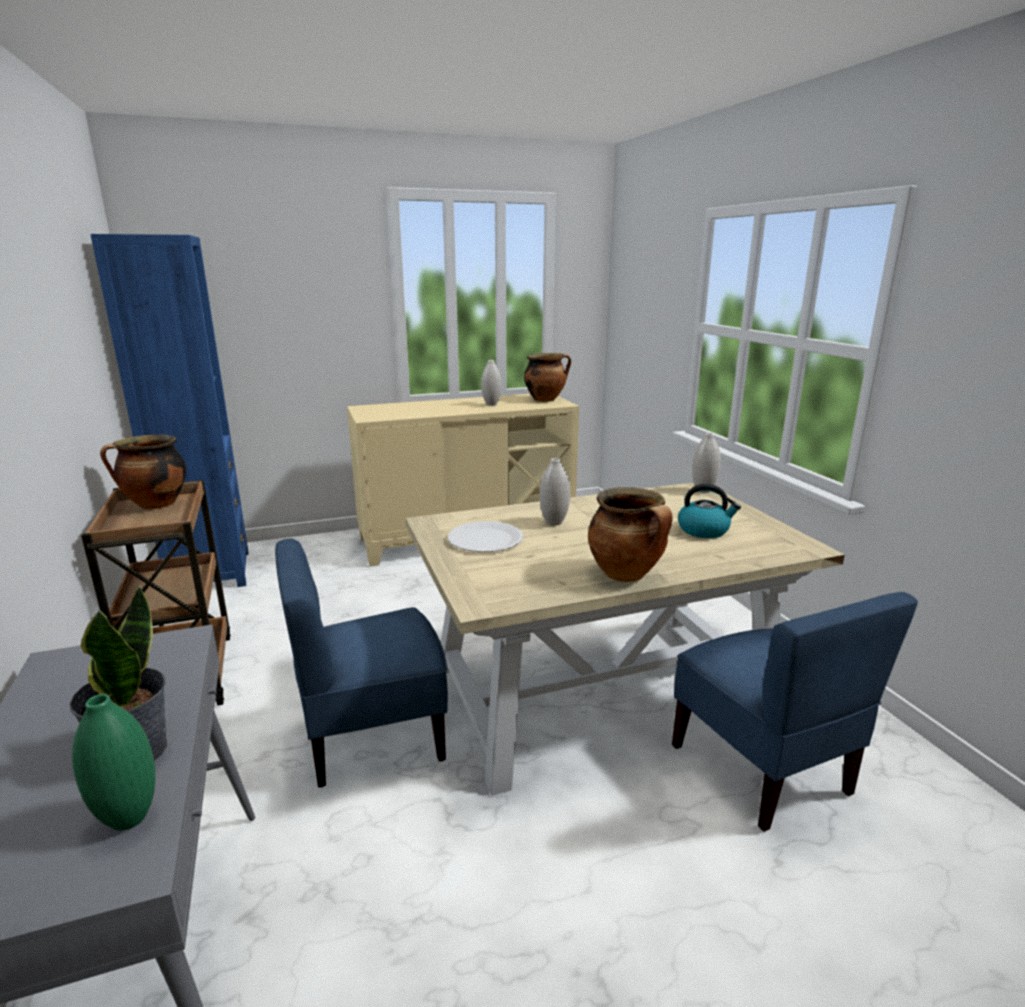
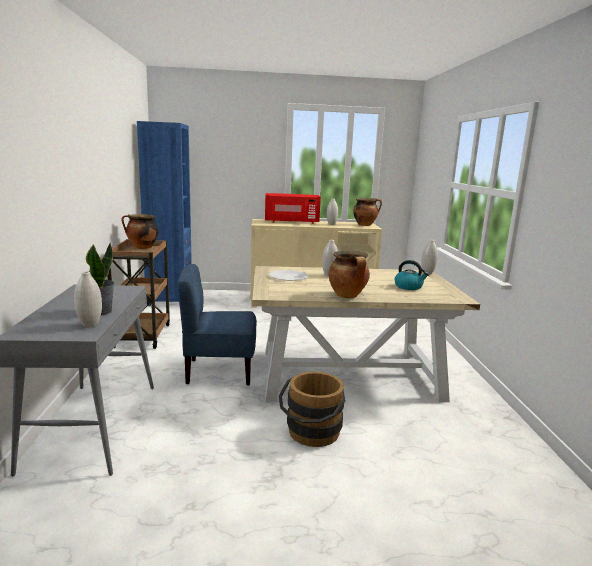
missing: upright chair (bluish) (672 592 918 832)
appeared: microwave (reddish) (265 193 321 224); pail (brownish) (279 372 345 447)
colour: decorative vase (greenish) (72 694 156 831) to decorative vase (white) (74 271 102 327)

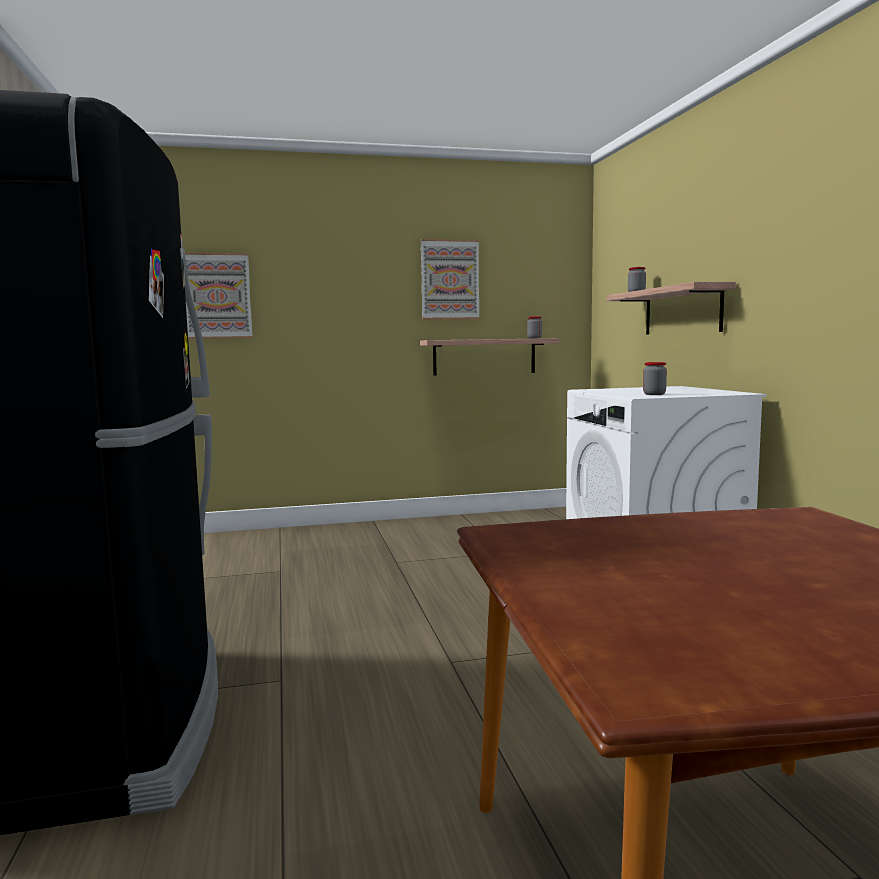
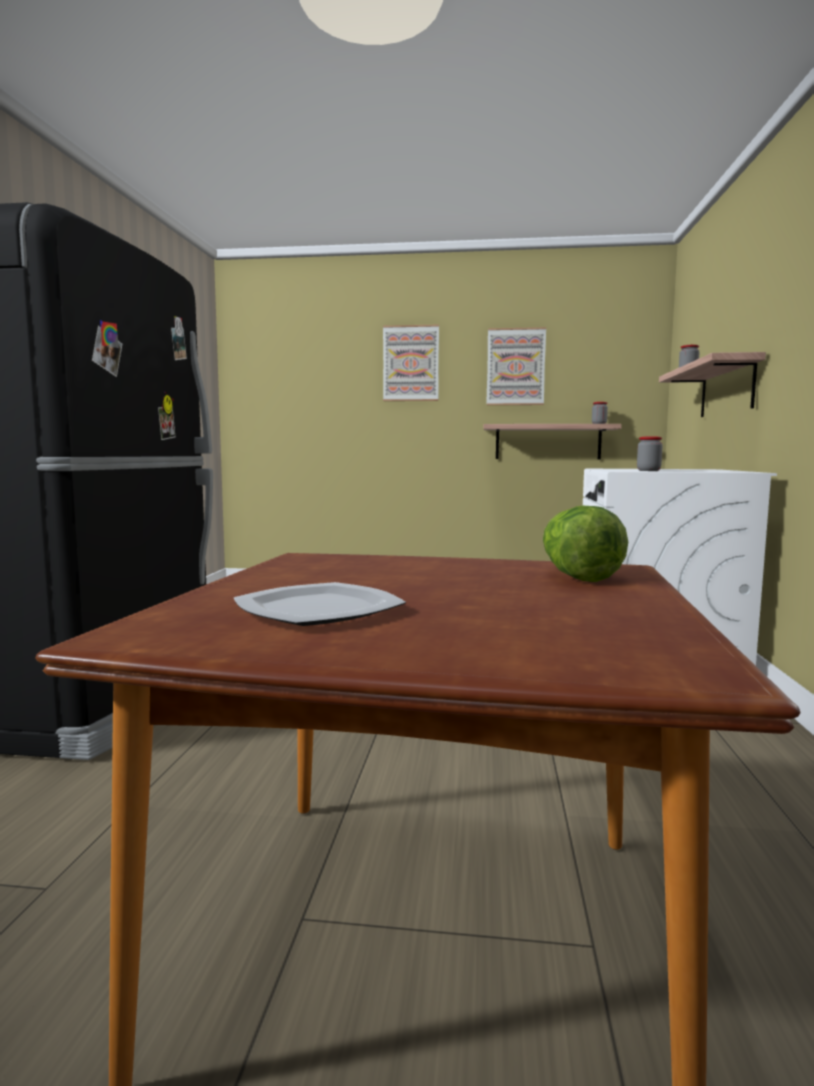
appeared: dinner plate (234 582 406 626); lettuce (543 506 628 582)
relocated: wall picture (185 253 253 339) to (383 325 439 401)

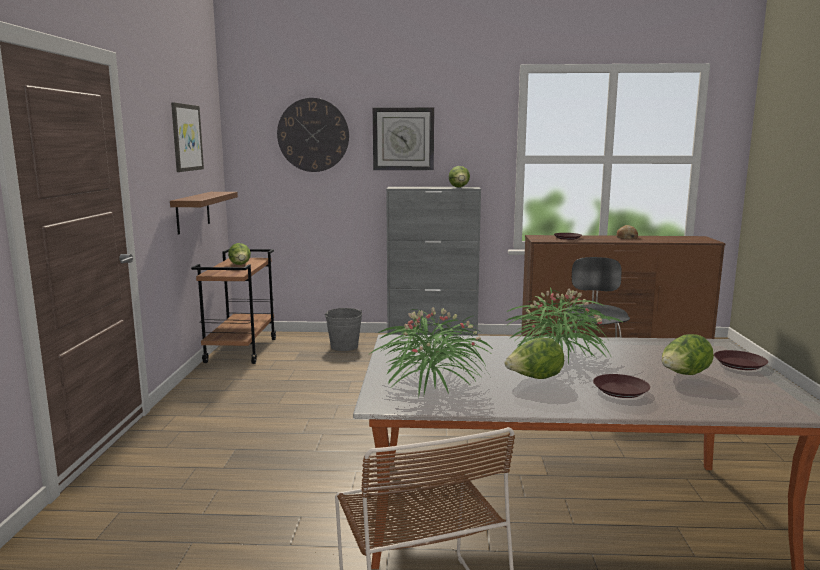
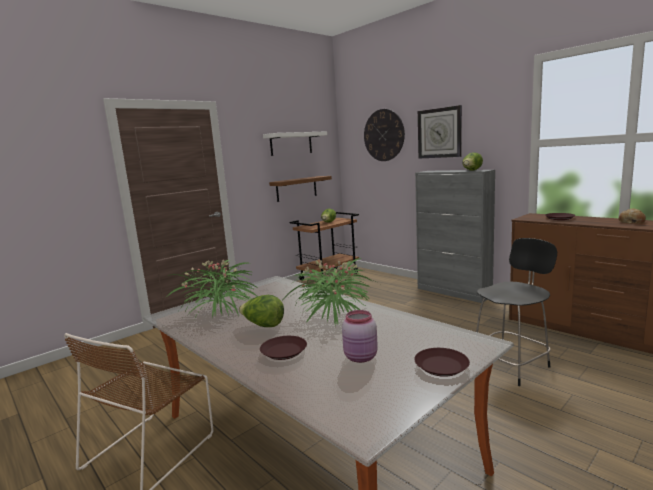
missing: pail (grey) (325 308 362 351)
exchanged: wall picture (171 102 204 172) to wall shelf (white) (263 131 327 156); lettuce (662 334 714 375) to jar (pink-coloured) (342 310 378 363)

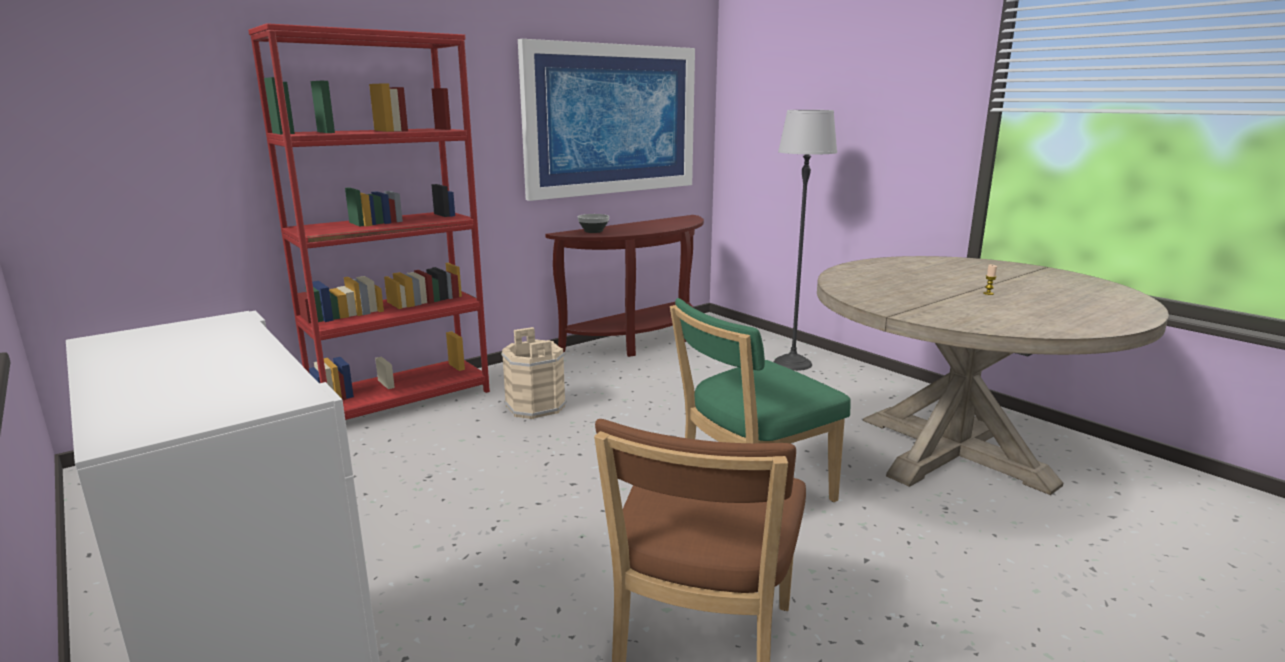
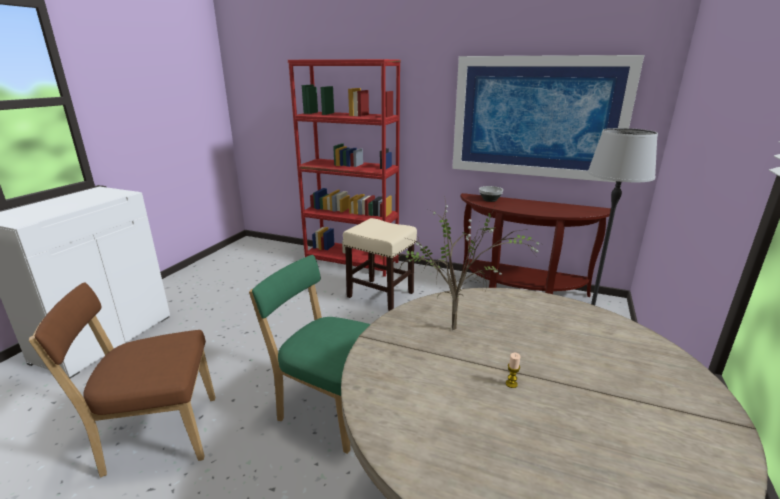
appeared: plant in a pot (393 196 541 330)
exchanged: pail (sand-coloured) (501 327 567 419) to sitting stool (sand-coloured) (343 218 417 311)

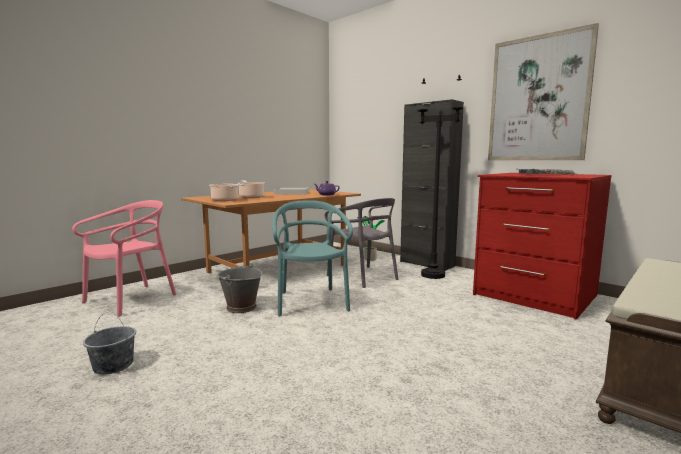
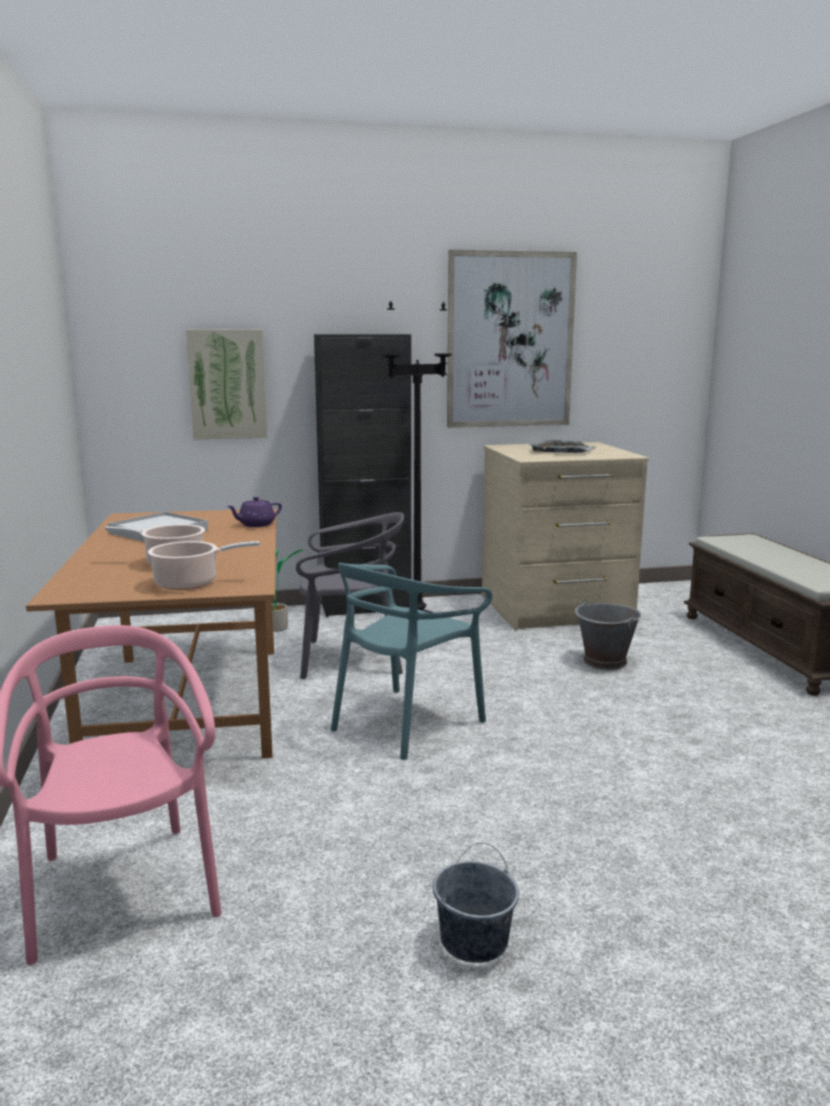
appeared: wall picture (186 330 268 440)
relocated: pail (grey) (217 263 262 313) to (575 599 641 670)
colour: chest of drawers (reddish) (473 173 612 319) to chest of drawers (sand-coloured) (482 442 650 631)
spun: upright chair (turquoise) (272 200 353 317) = (331 563 492 760) 75 degrees counterclockwise

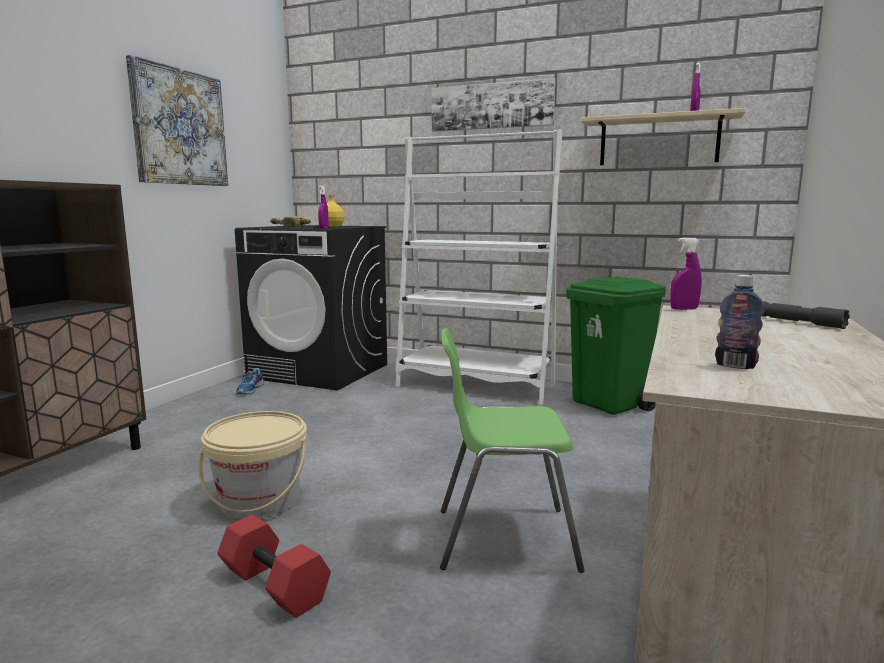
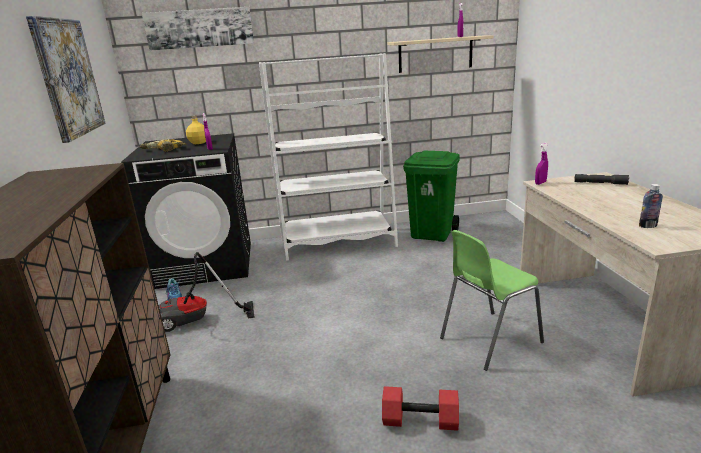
missing: pail (sand-coloured) (198 411 307 519)
appeared: vacuum (159 252 255 332)
relocated: wall picture (432 78 555 132) to (142 7 254 51)

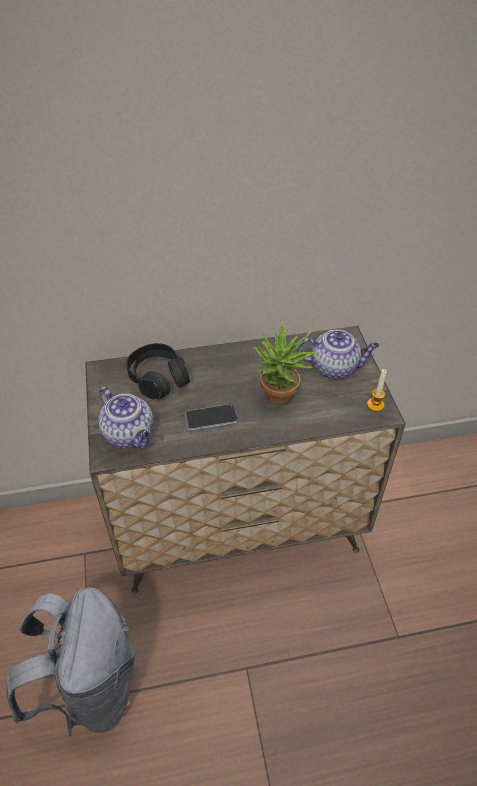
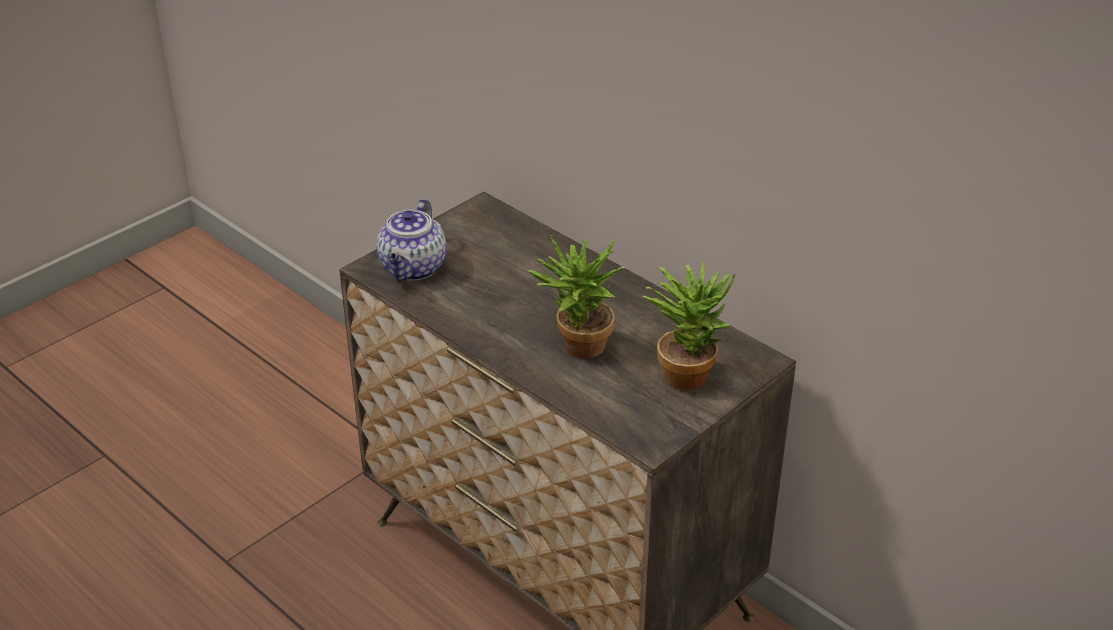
missing: rucksack (grey) (6 587 135 737); pair of headphones (blackish) (126 343 190 400); phone (185 404 238 431); wax light (367 369 387 412)
exchanged: tea pot (296 329 379 379) to plant in a pot (643 259 736 391)

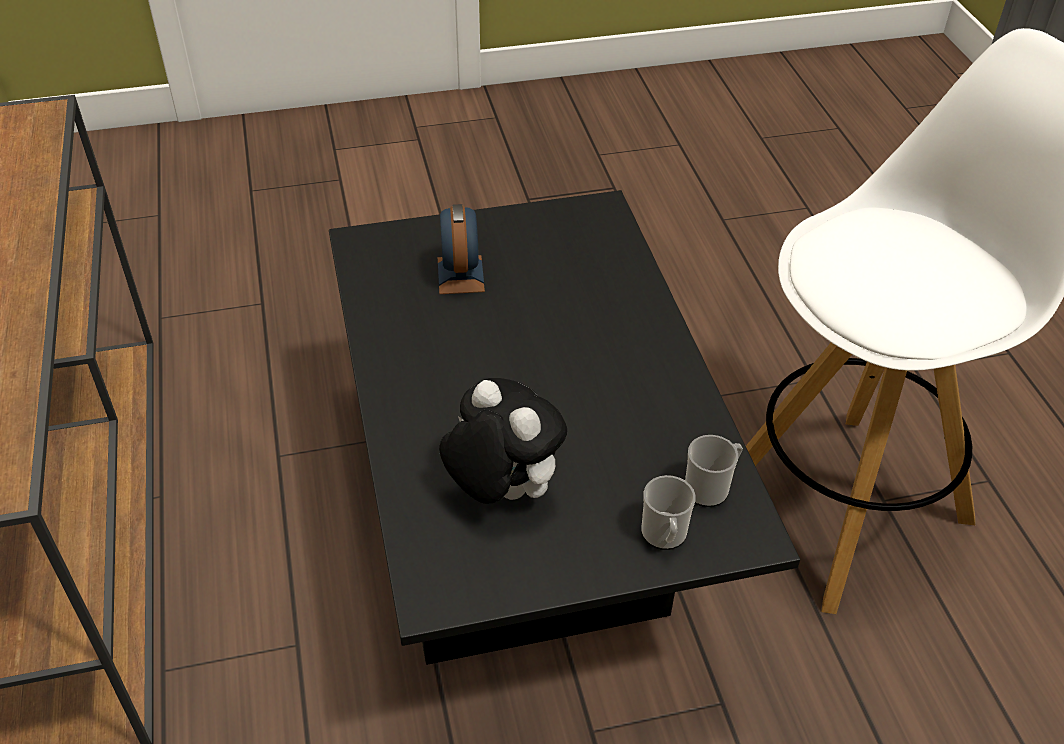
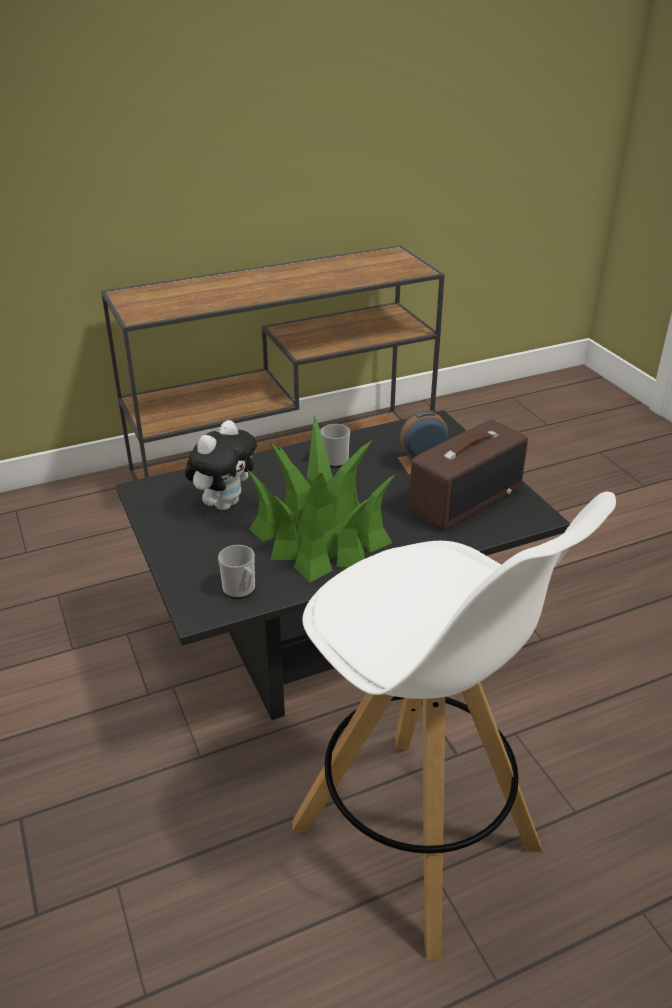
appeared: plant in a pot (246 415 394 582); radio receiver (409 420 528 530)
relocated: coffee mug (641 475 696 550) to (320 424 350 467)

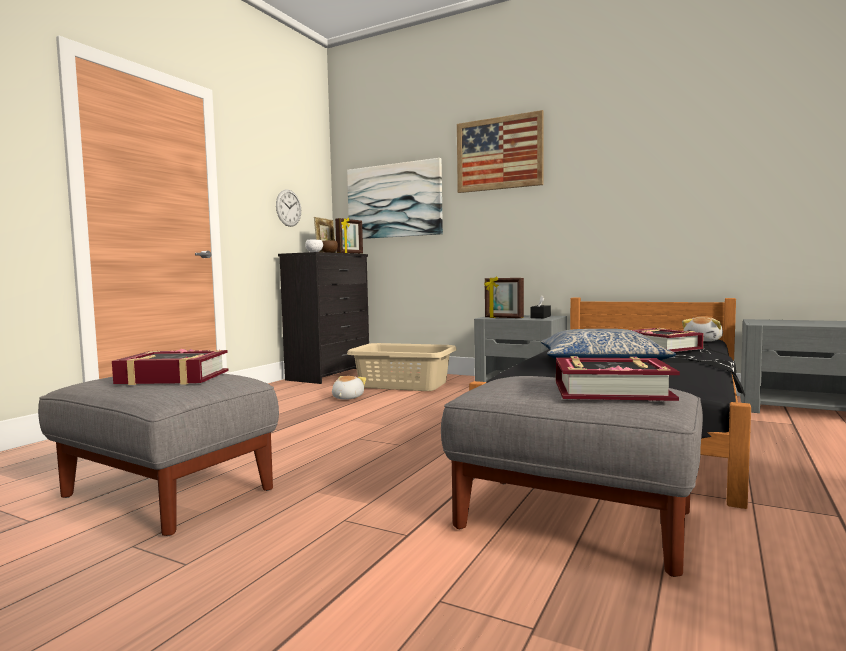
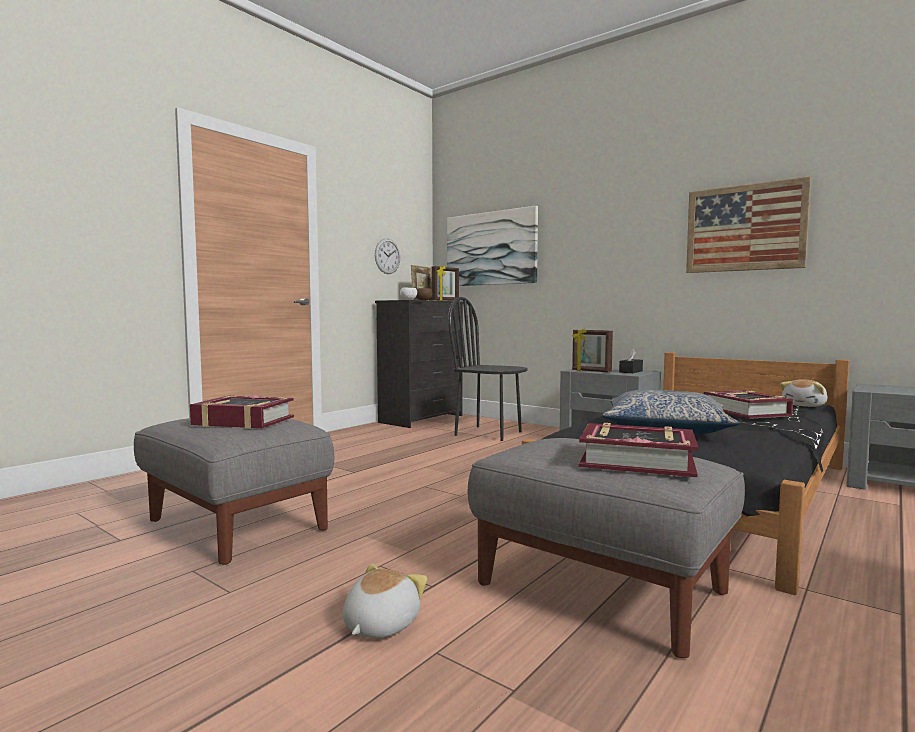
relocated: cuddly toy (332 376 366 400) to (343 564 427 638); wall picture (457 110 544 193) to (686 176 811 273)
exchanged: washing basket (sand-coloured) (347 343 457 391) to upright chair (blackish) (448 297 528 441)

